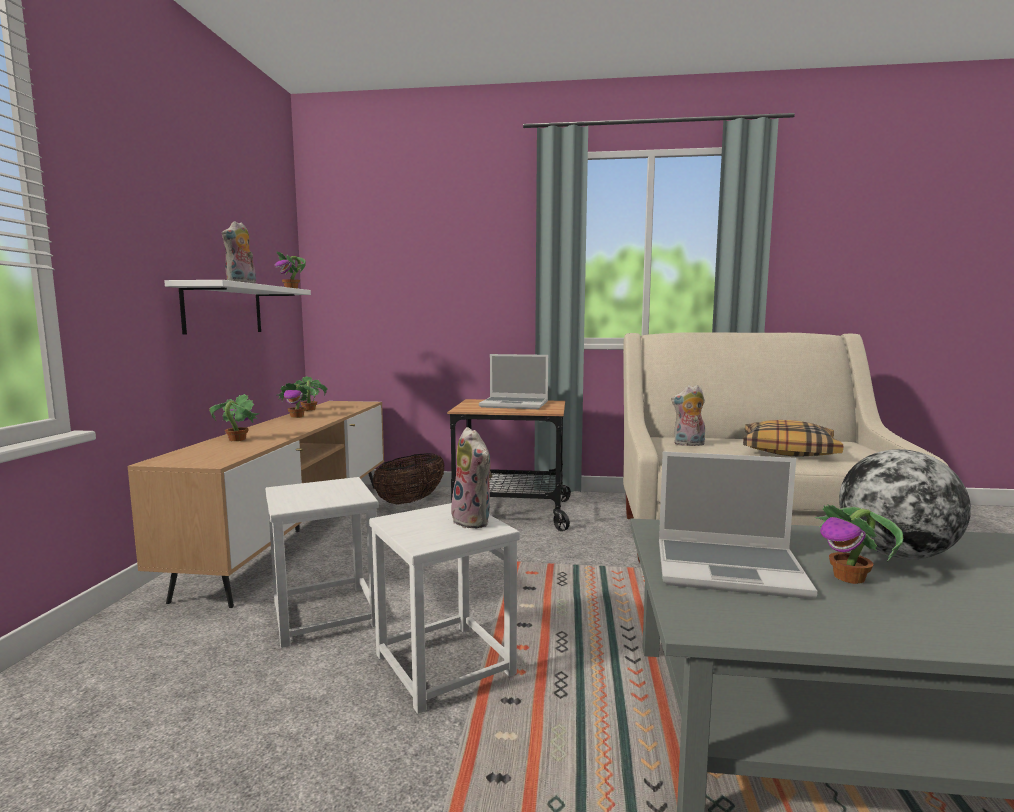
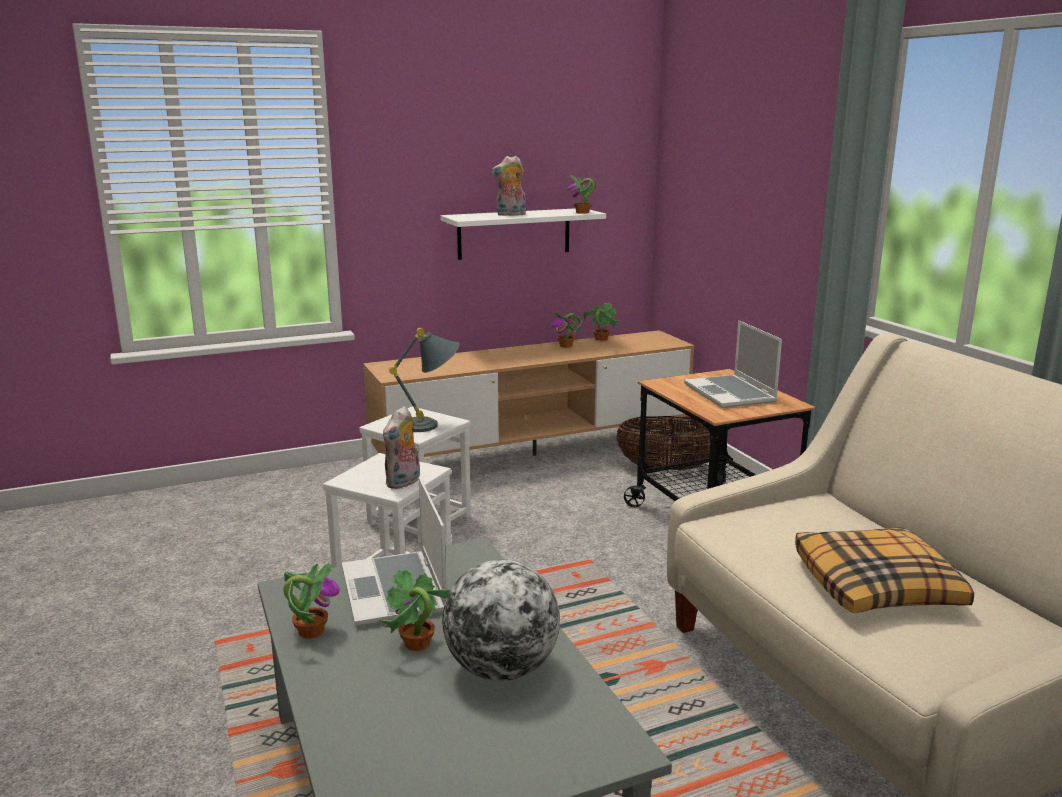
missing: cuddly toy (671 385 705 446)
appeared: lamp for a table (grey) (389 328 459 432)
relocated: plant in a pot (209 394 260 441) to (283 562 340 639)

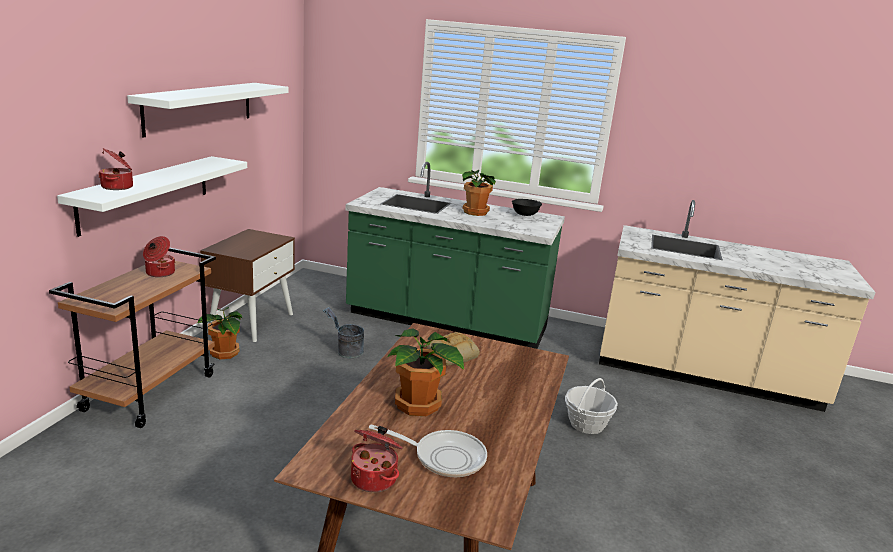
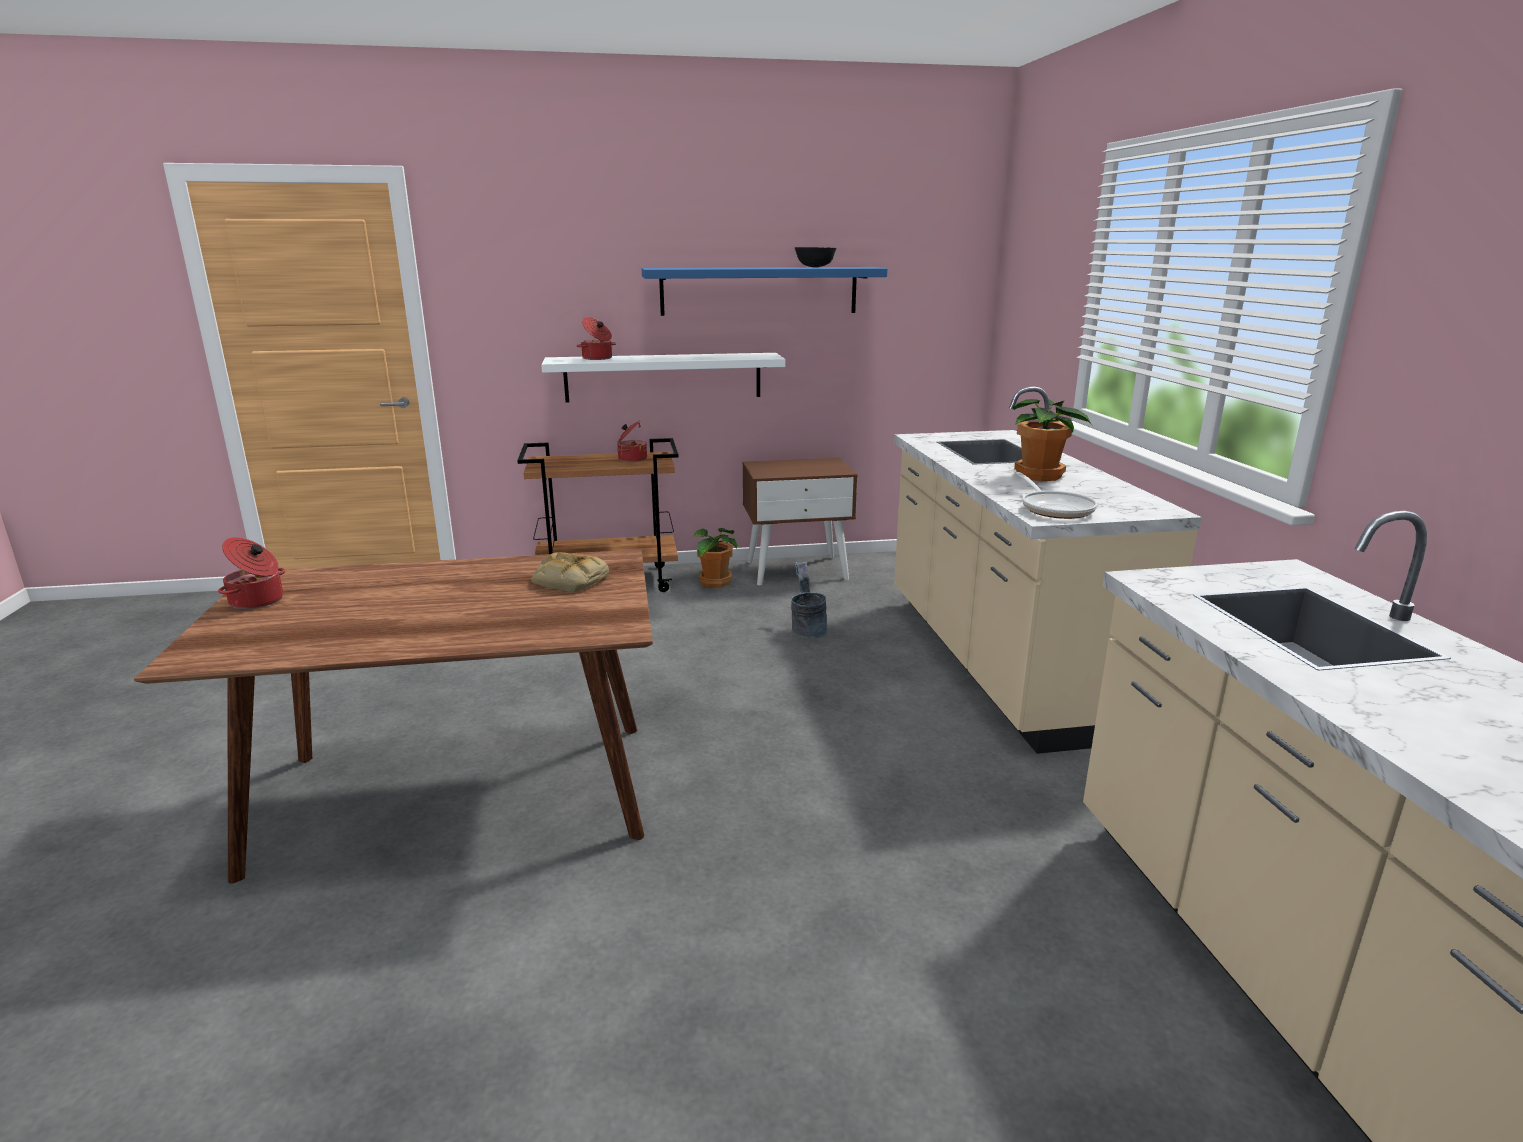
missing: plant in a pot (387 328 464 416); basket (565 378 618 434)
relocated: deep dish (blackish) (512 199 542 216) to (795 247 837 267); skillet (369 424 487 477) to (1015 472 1097 519)
colour: wall shelf (white) (127 83 288 138) to wall shelf (bluish) (642 267 887 316); kitchen counter (greenish) (345 162 565 349) to kitchen counter (sand-coloured) (894 386 1202 754)

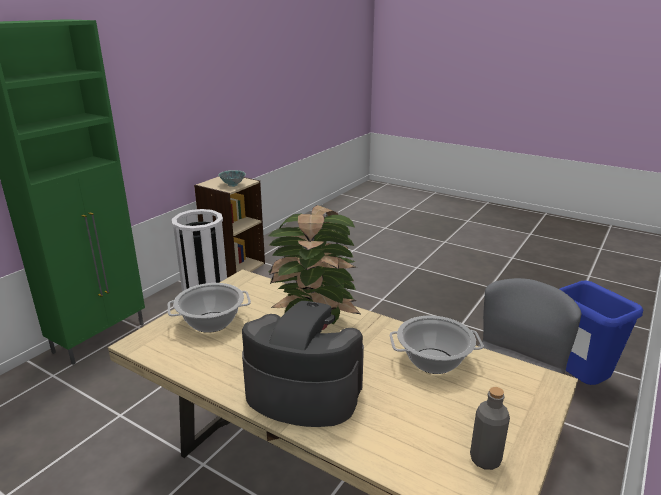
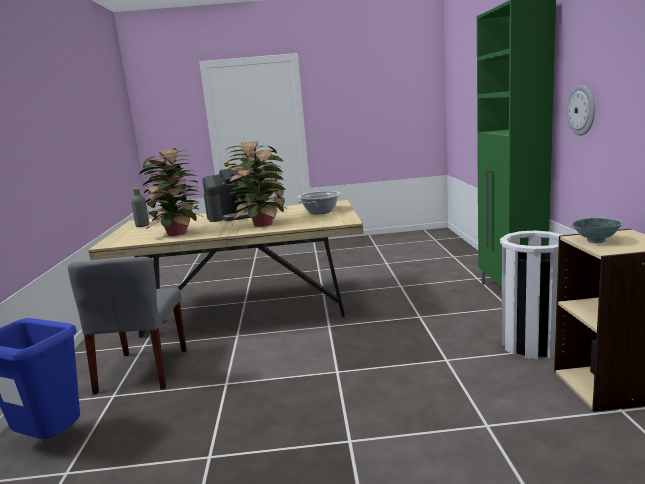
appeared: wall clock (567 85 595 136)
exchanged: stockpot (390 315 484 374) to plant in a pot (139 148 204 236)

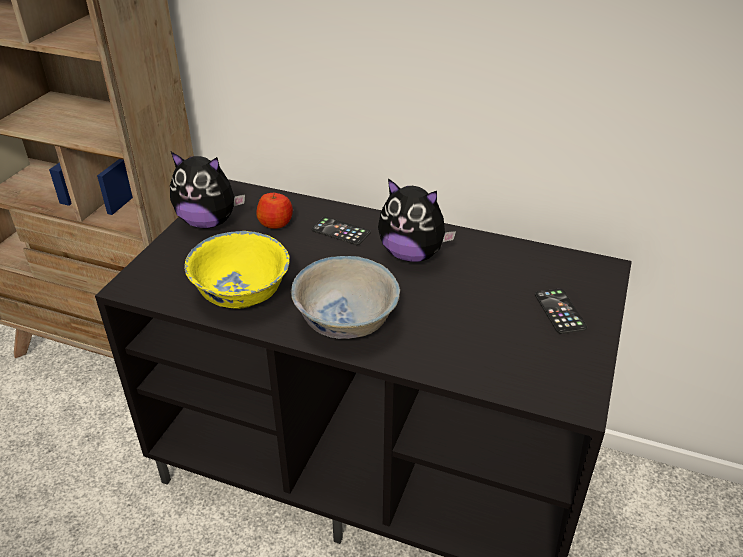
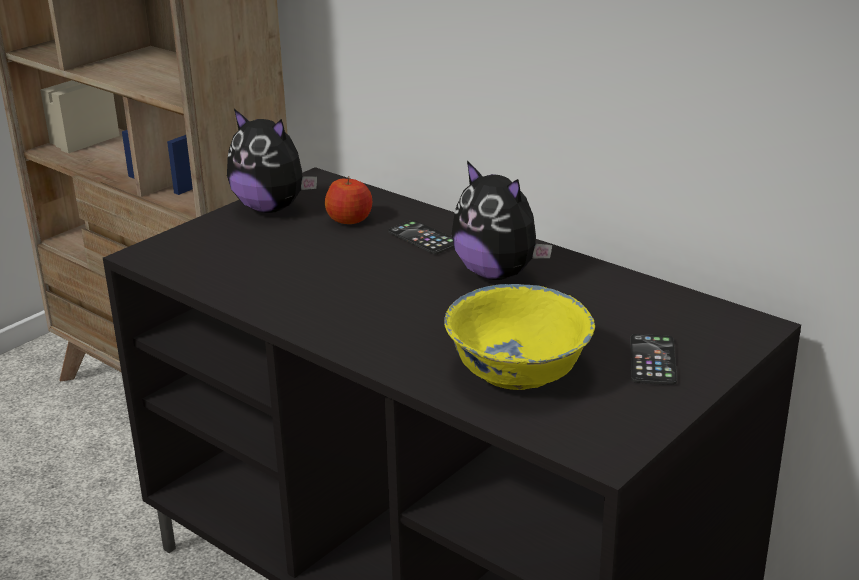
missing: deep dish (white) (291 256 400 339)
relocated: deep dish (yellowish) (184 231 290 309) to (444 284 595 390)

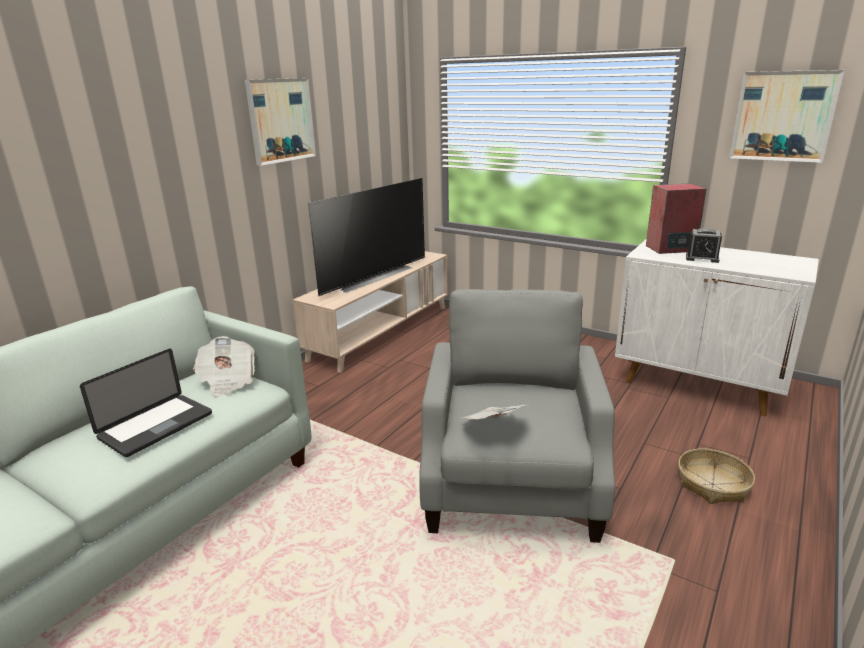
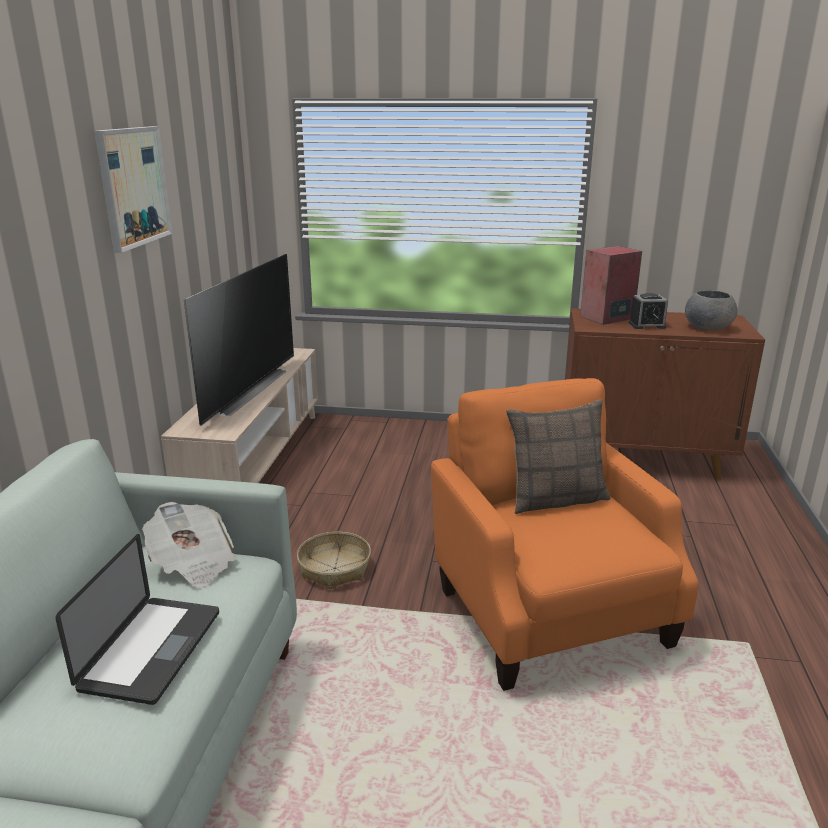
missing: printed paper (460 405 526 419); wall picture (729 70 845 163)
appeared: throw pillow (506 399 611 514); deep dish (grey) (685 290 738 330)
relocated: basket (678 448 755 504) to (297 532 371 589)
colour: lounge chair (grey) (419 289 615 543) to lounge chair (orange-coloured) (431 378 698 691); storage cabinet (white) (615 239 819 416) to storage cabinet (brownish) (565 308 765 481)

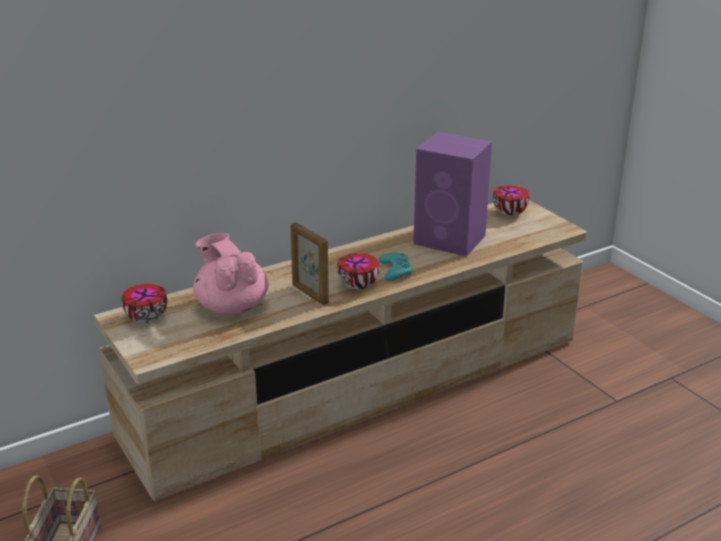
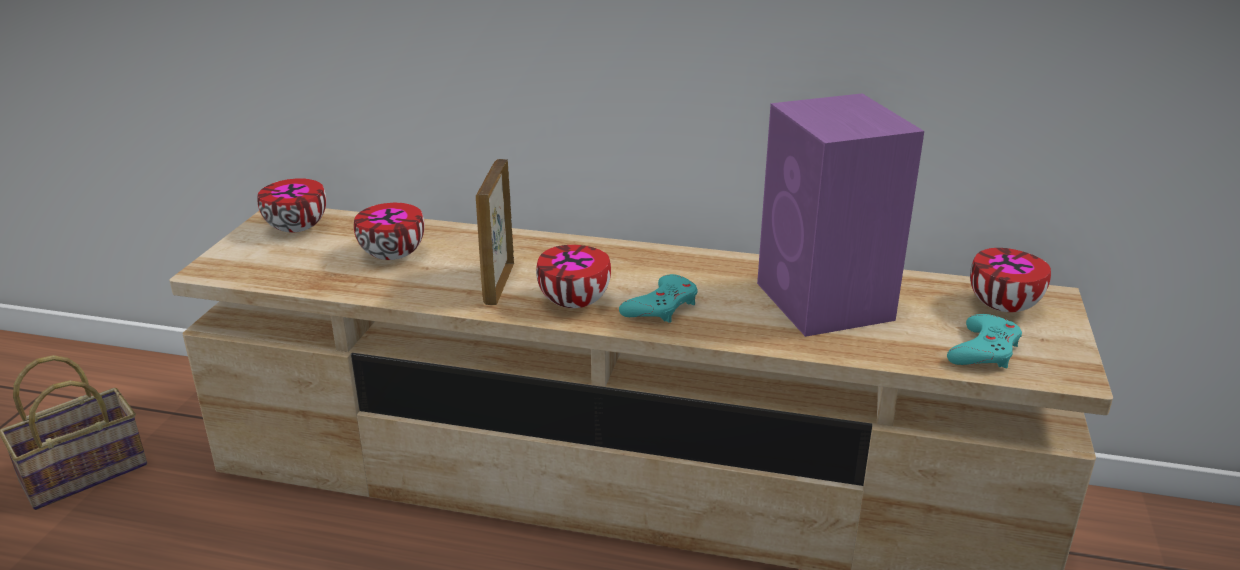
appeared: joypad (turquoise) (947 314 1022 368)
exchanged: tea pot (pink-coloured) (193 233 269 315) to deep dish (354 203 425 260)

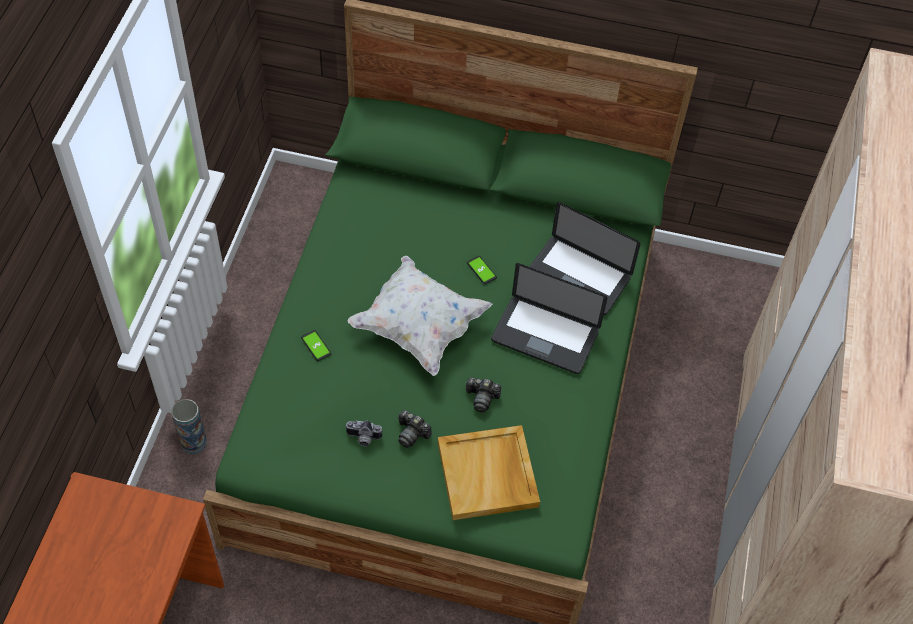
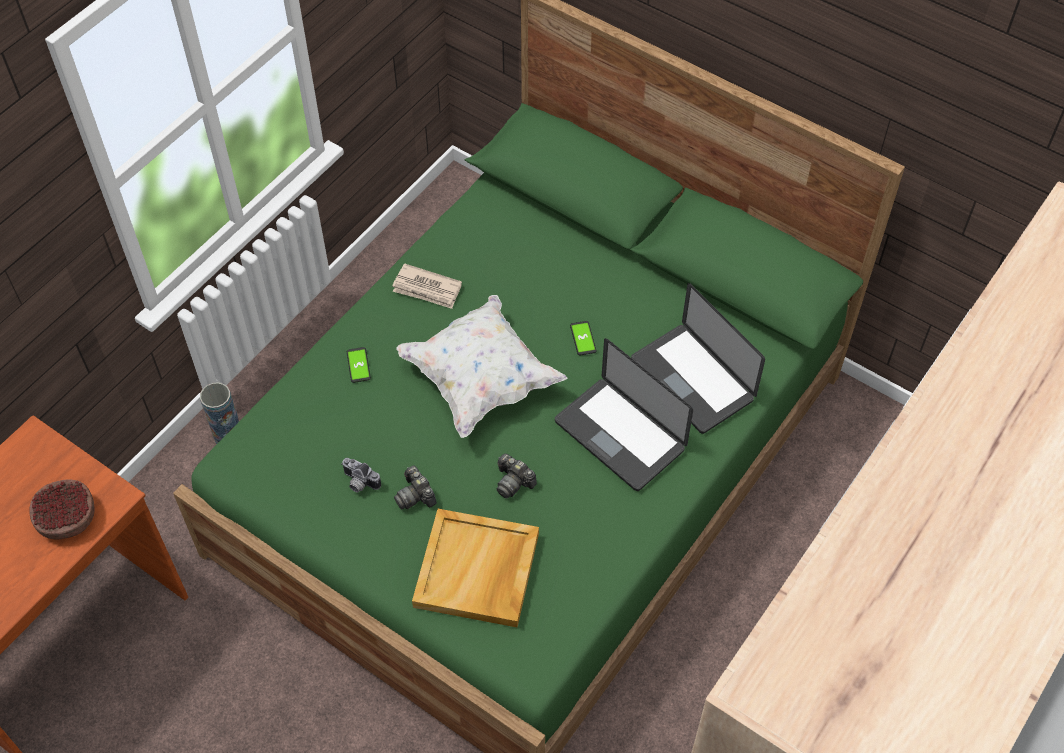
appeared: deep dish (29 479 95 540); printed paper (392 264 462 309)

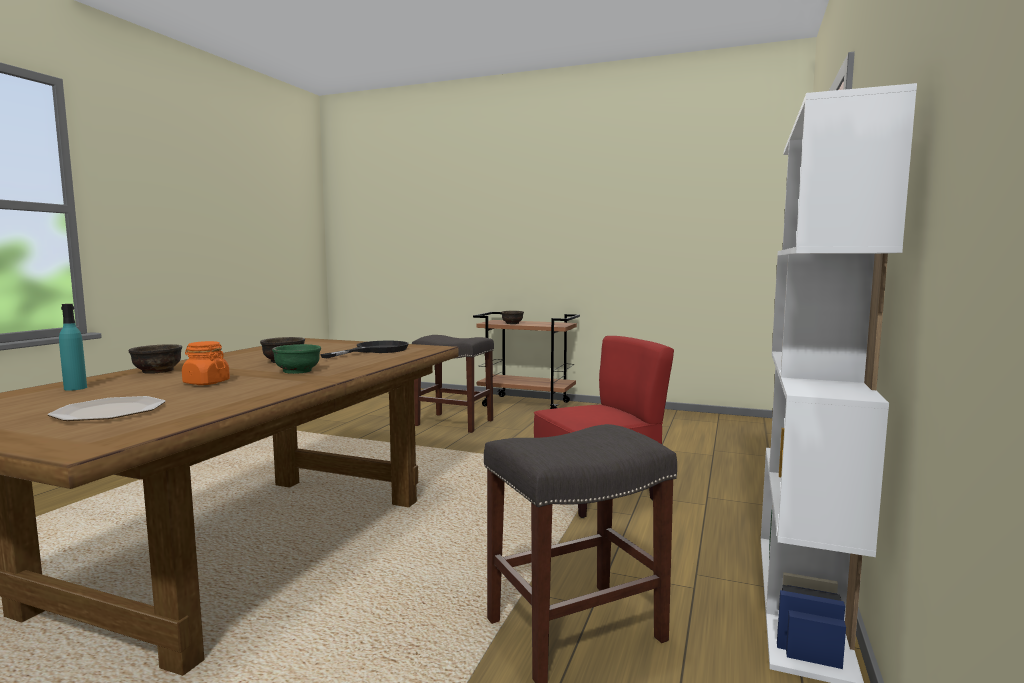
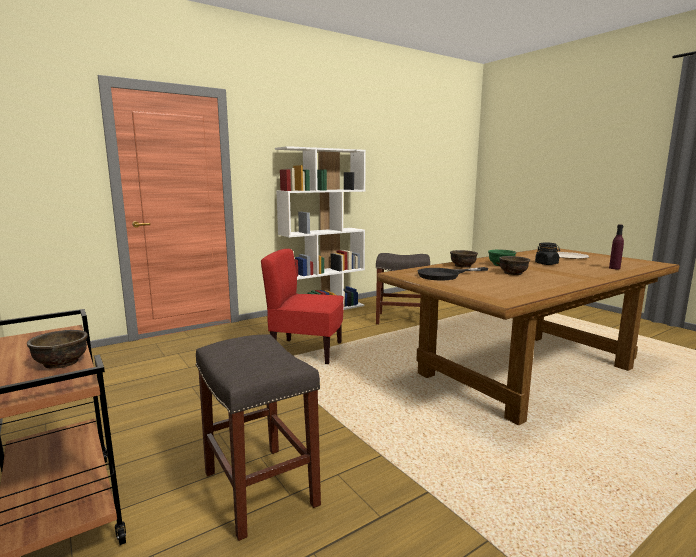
relocated: deep dish (brownish) (129 344 182 374) to (450 250 478 268)
colour: jar (orange-coloured) (182 341 230 385) to jar (blackish) (535 242 560 265); bottle (turquoise) (59 304 87 391) to bottle (purple-coloured) (609 224 624 269)

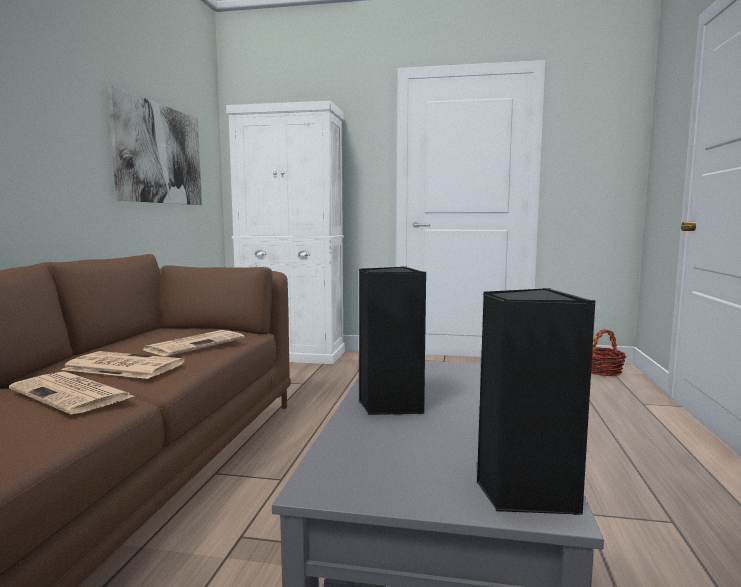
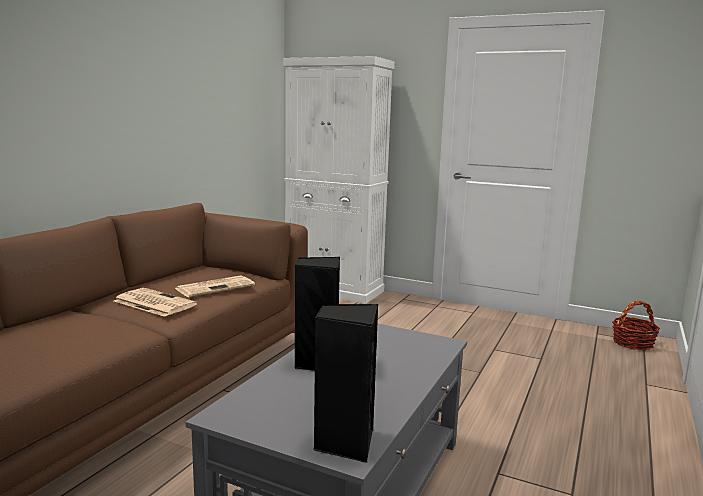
missing: printed paper (9 372 136 414); wall picture (108 86 202 205)

